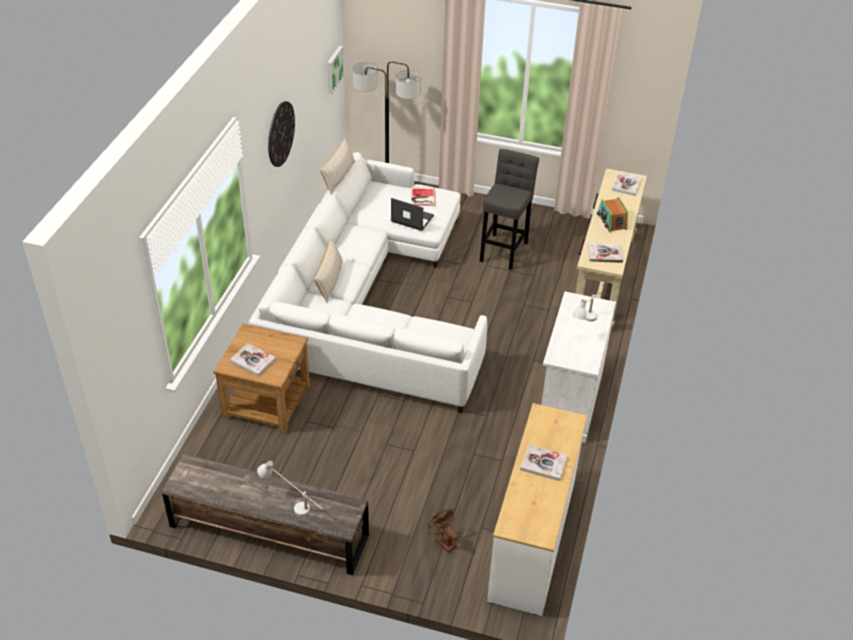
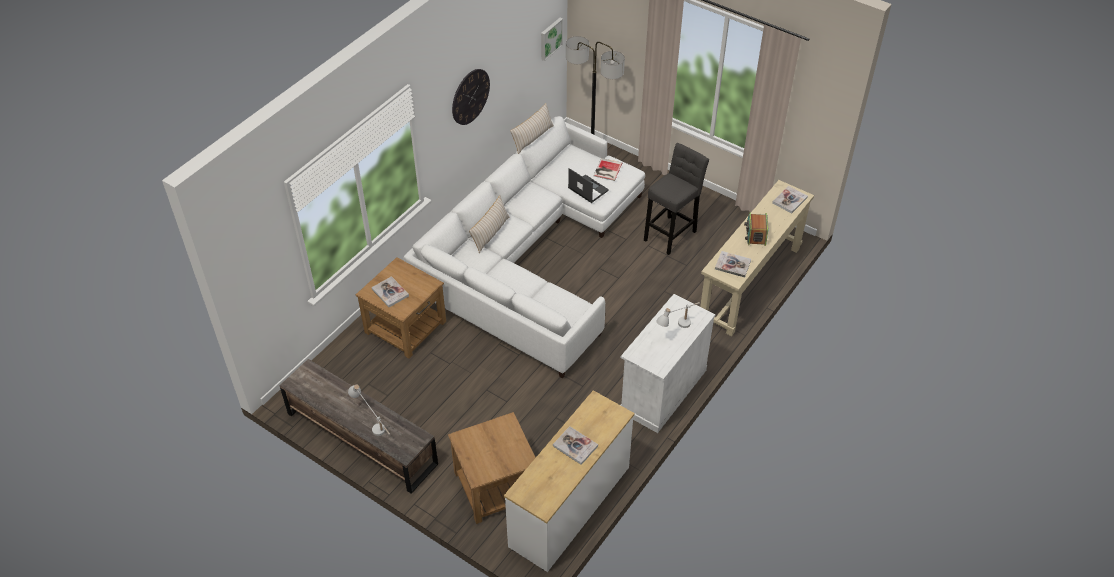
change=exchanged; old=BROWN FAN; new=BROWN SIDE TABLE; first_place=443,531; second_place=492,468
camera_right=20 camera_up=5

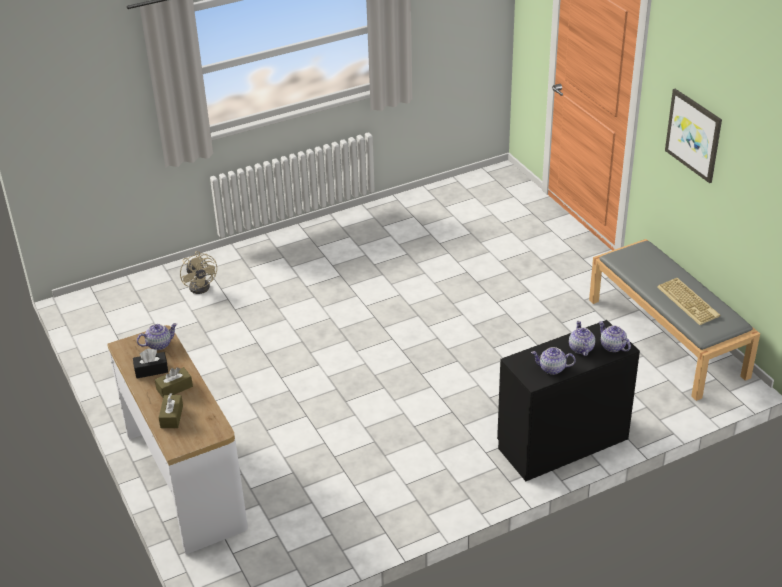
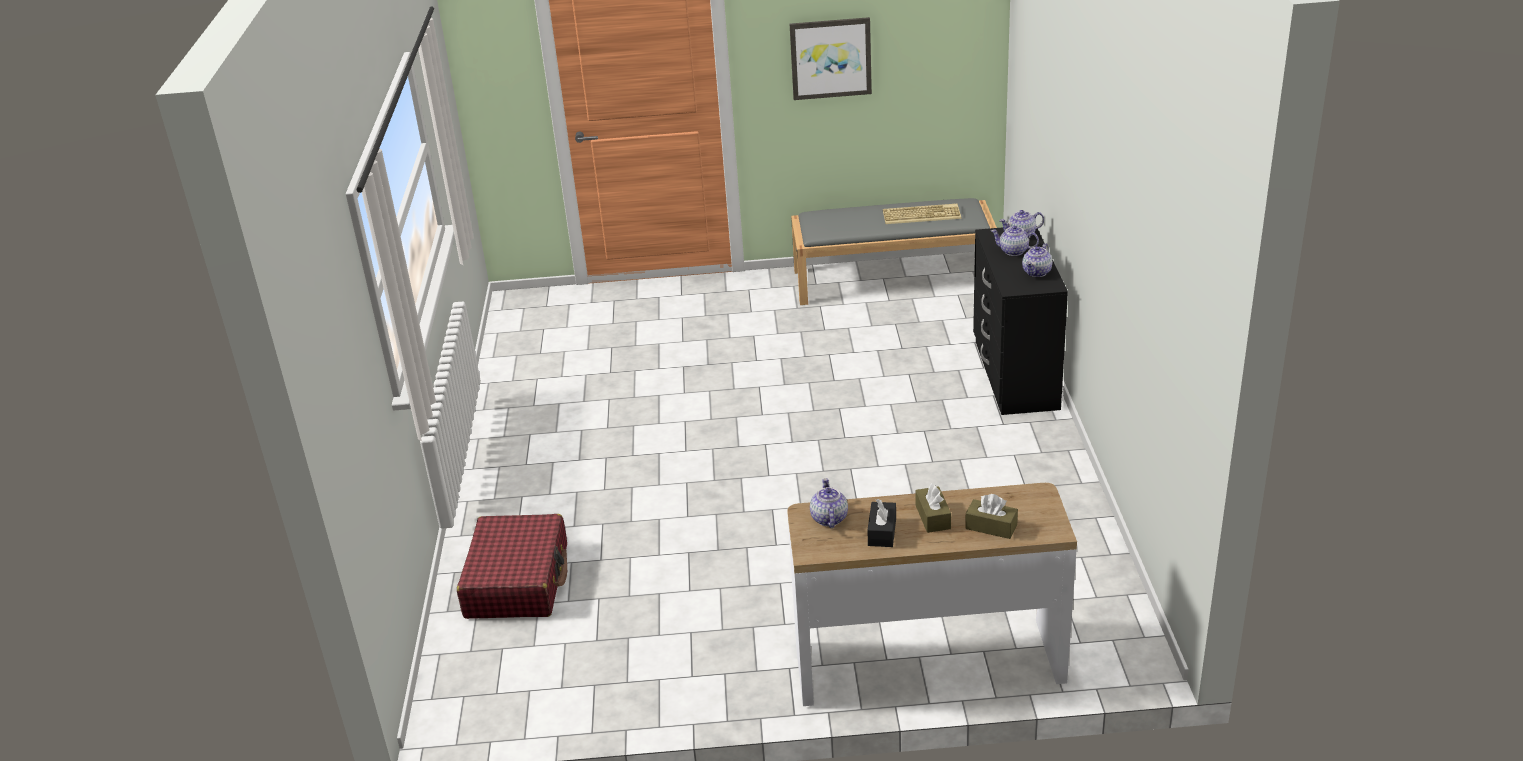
change=exchanged; old=BEIGE FAN; new=RED SUITCASE; first_place=198,272; second_place=512,566
camera_right=-65 camera_up=-5

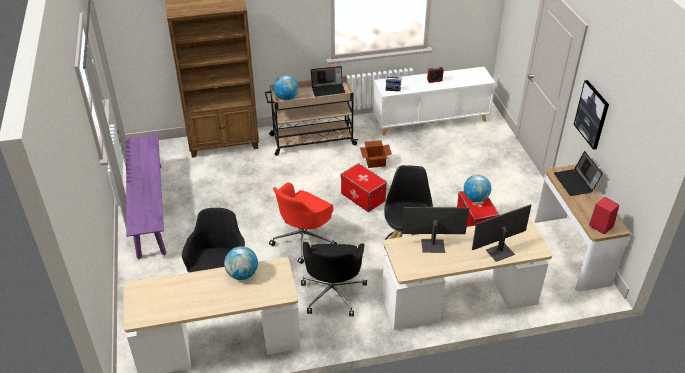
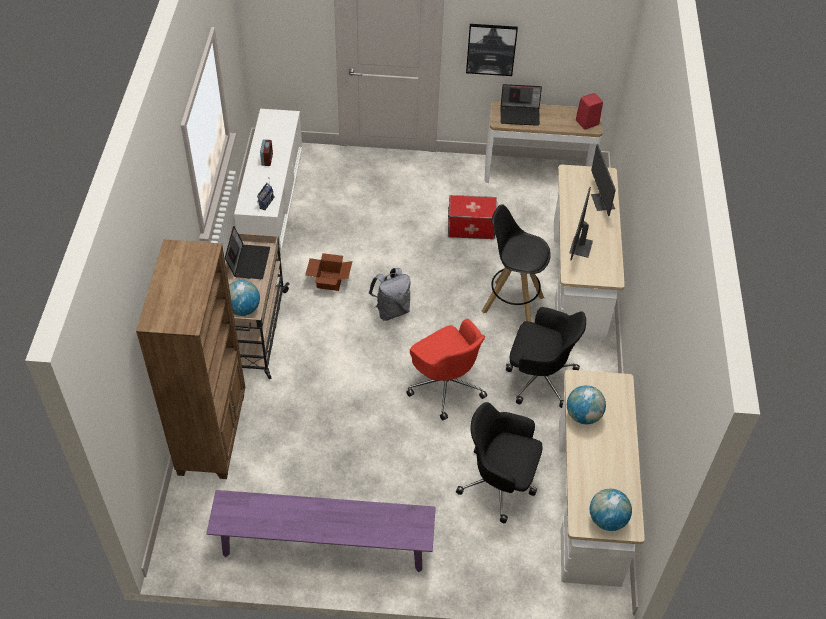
change=relocated; old=GLOBE; first_place=477,188; second_place=611,510
change=exchanged; old=STORAGE BOX; new=GREY BACKPACK; first_place=364,187; second_place=390,294
camera_right=-75 camera_up=10

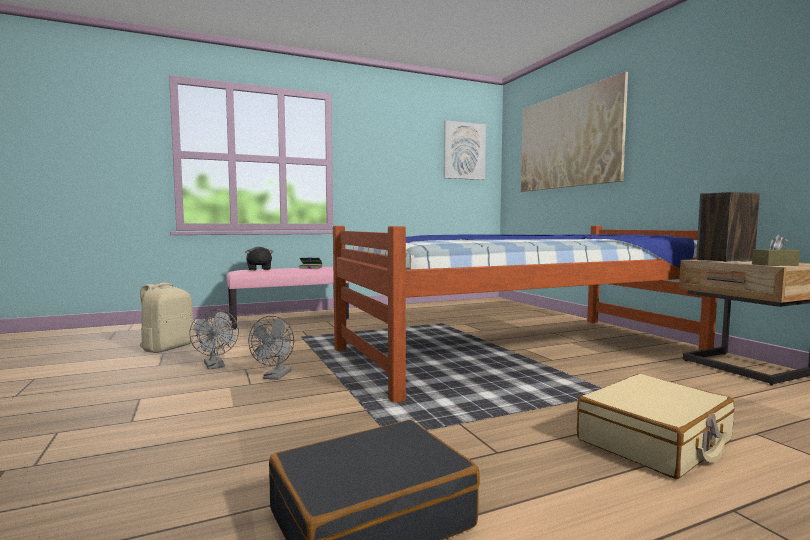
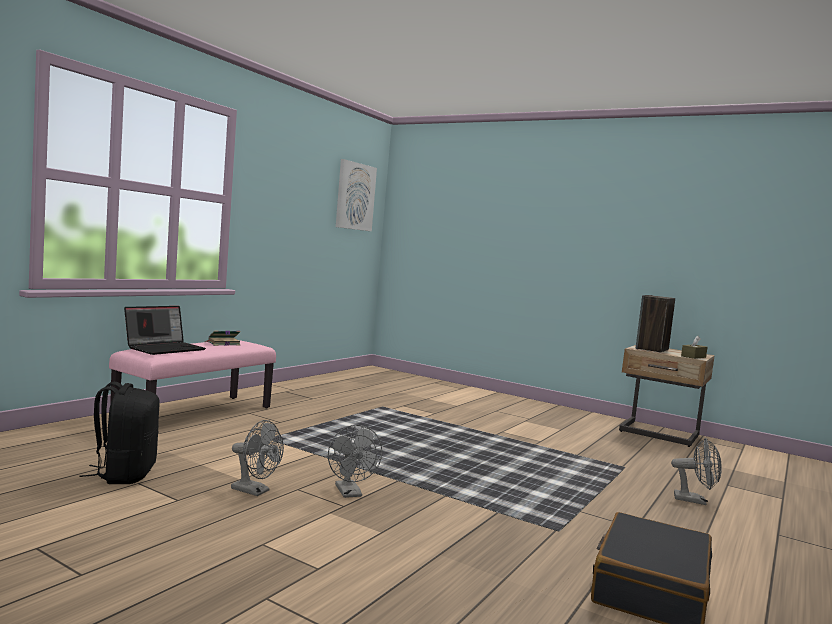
change=missing; old=BED; first_place=525,314
change=missing; old=PICTURE; first_place=574,132
change=exchanged; old=BLACK PLUSH TOY; new=LAPTOP; first_place=259,259; second_place=165,330
change=exchanged; old=BEIGE SUITCASE; new=GREY FAN; first_place=655,426; second_place=696,471
change=colour; old=BEIGE BACKPACK; new=BLACK BACKPACK; first_place=166,317; second_place=119,433
camera_right=-35 camera_up=0

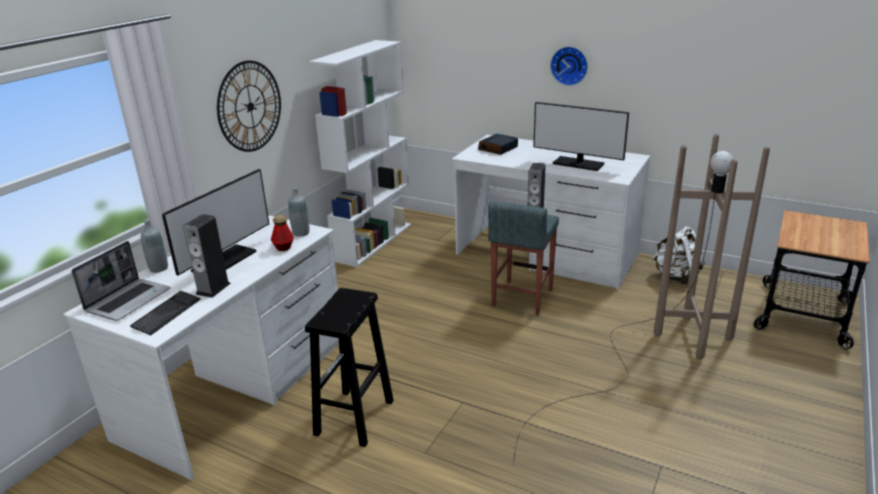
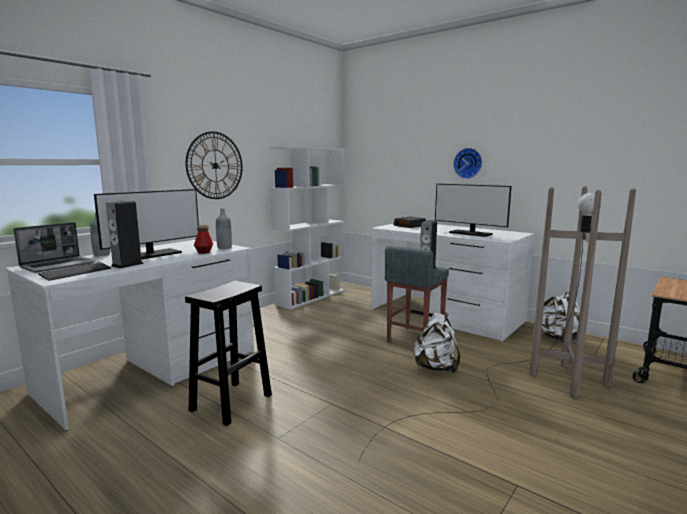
change=appeared; new=WHITE BACKPACK; second_place=436,342
camera_right=10 camera_up=-15

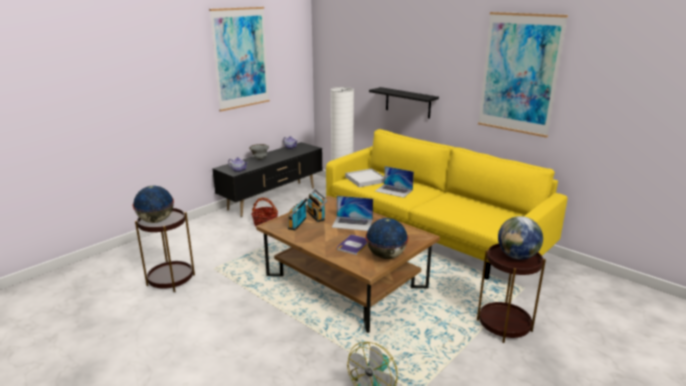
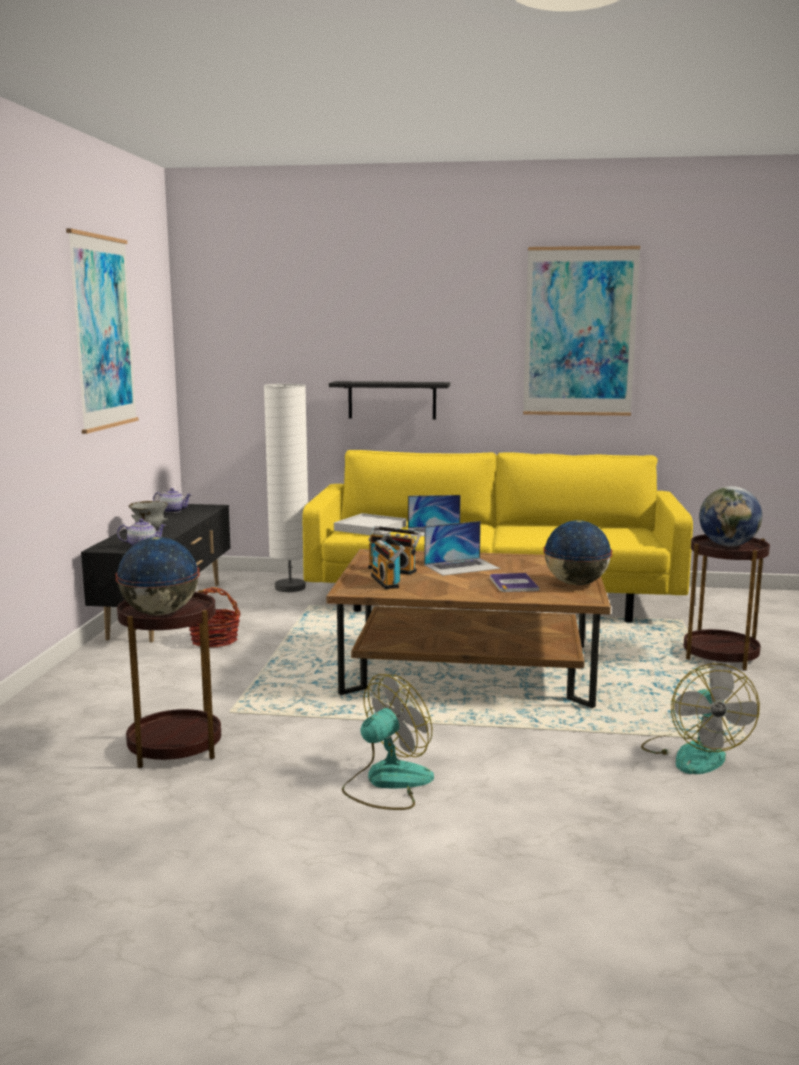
change=appeared; new=FAN; second_place=388,742
camera_right=-35 camera_up=-10

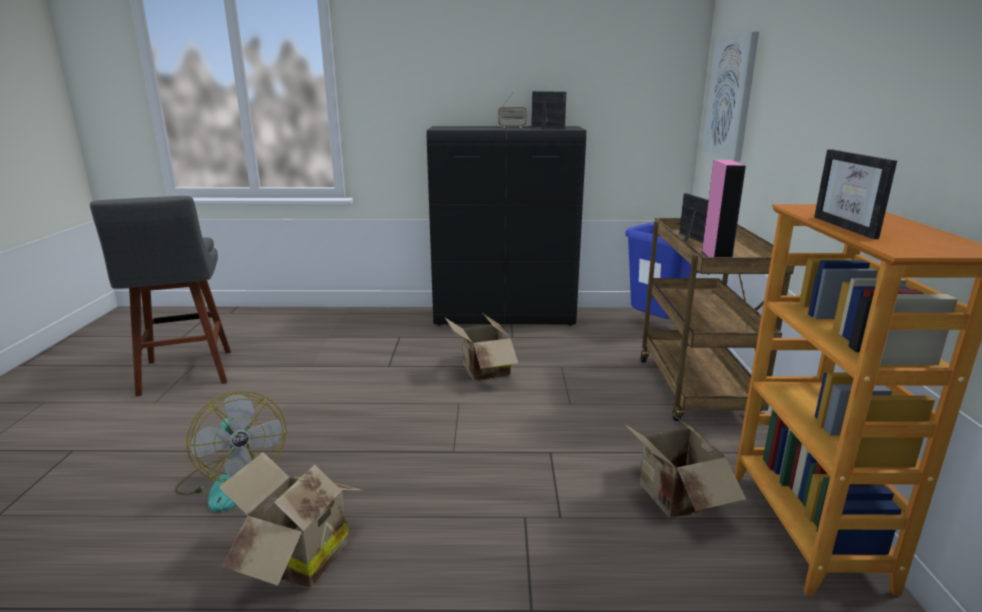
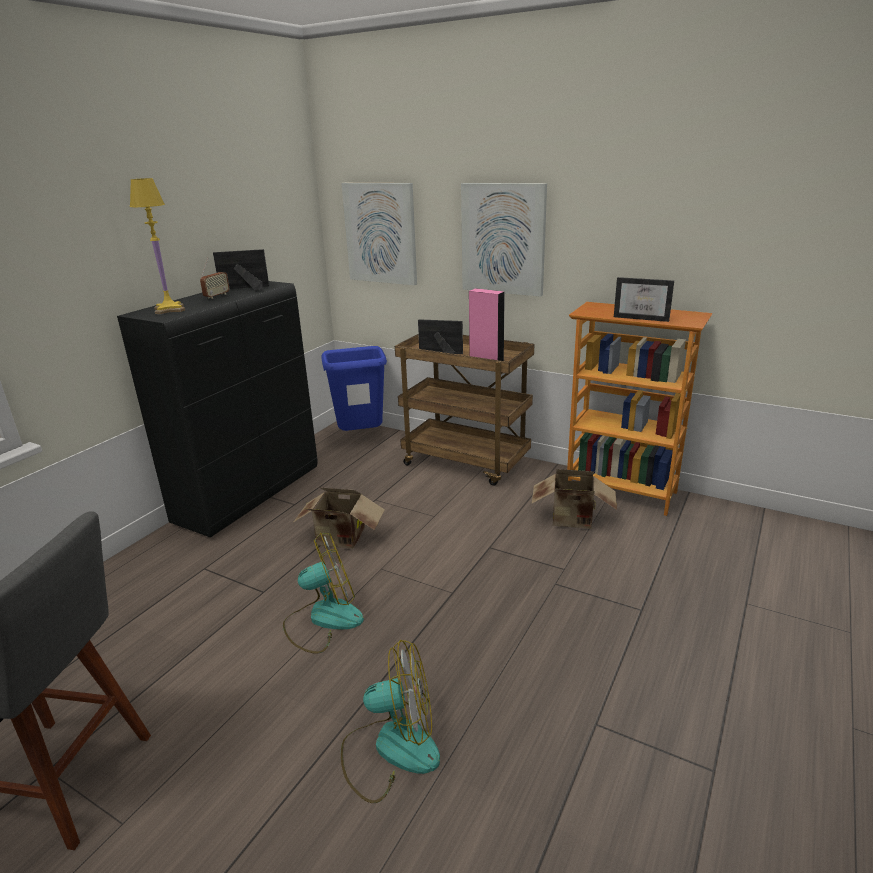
change=missing; old=CARDBOARD BOX; first_place=289,520
change=appeared; new=YELLOW TABLE LAMP; second_place=157,246
change=appeared; new=FAN; second_place=323,593
change=appeared; new=PICTURE; second_place=504,240
camera_right=-60 camera_up=5

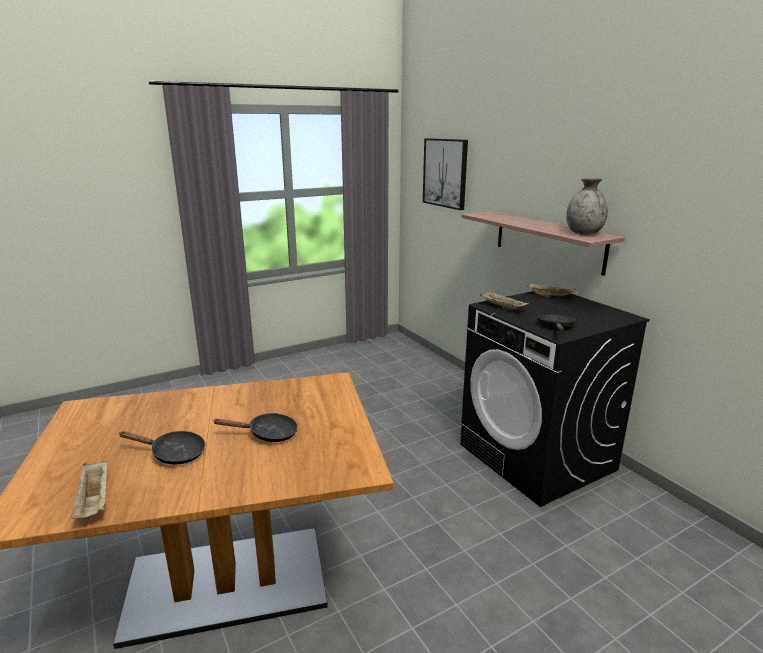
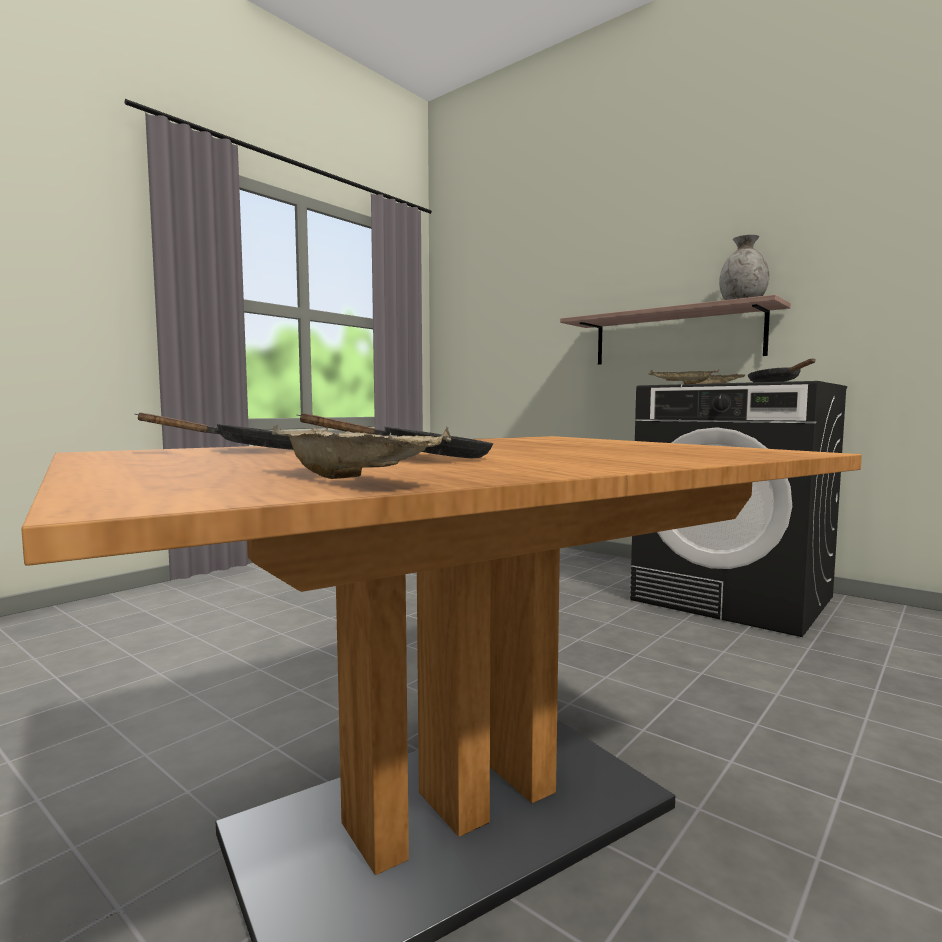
change=missing; old=PICTURE; first_place=445,174
change=relocated; old=BLACK FRYING PAN; first_place=255,427; second_place=214,431
camera_right=-20 camera_up=-15

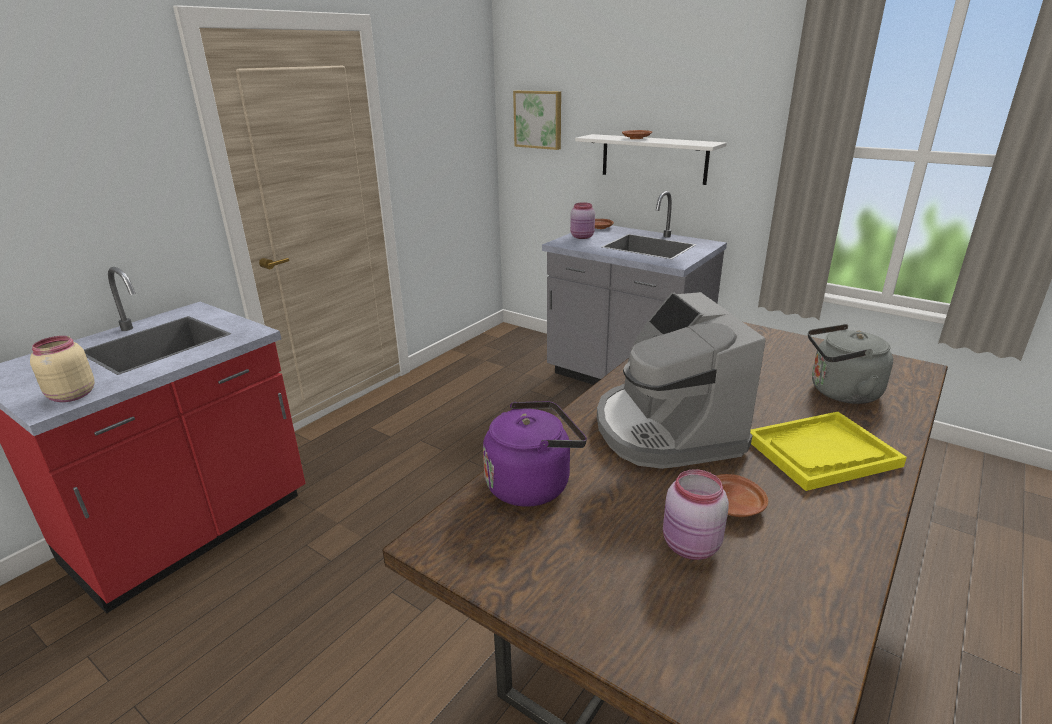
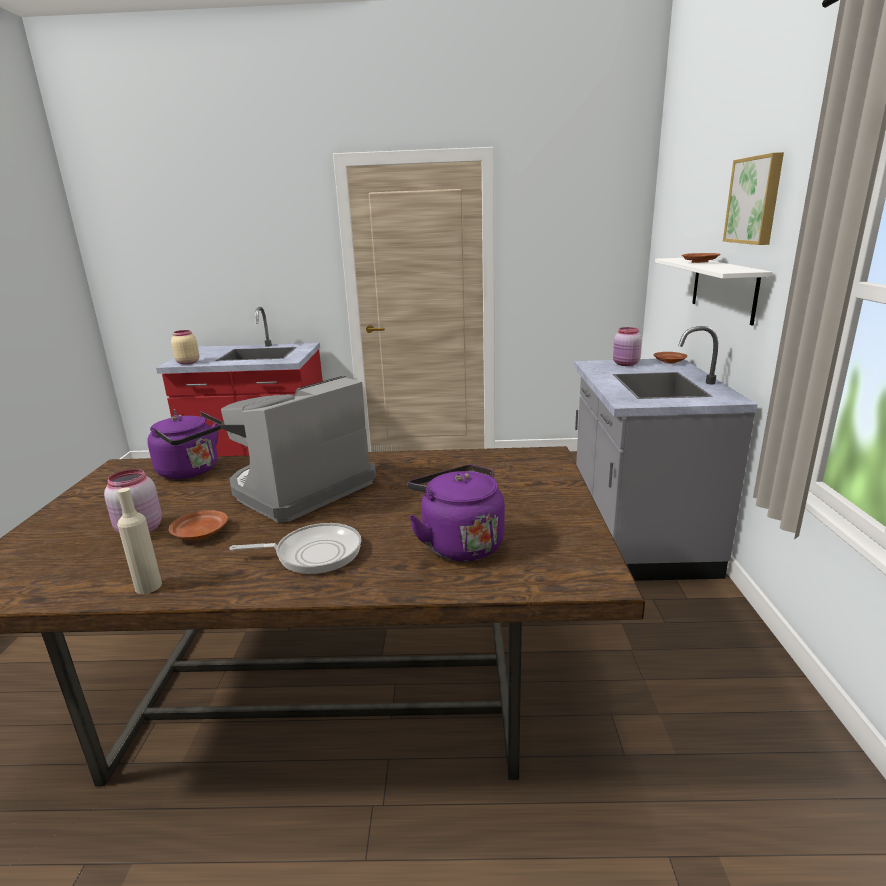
change=appeared; new=BEIGE BOTTLE; second_place=139,540
change=relocated; old=PICTURE; first_place=537,120; second_place=753,198
change=exchanged; old=YELLOW TRAY; new=FRYING PAN; first_place=828,451; second_place=295,548
change=colour; old=GREY KETTLE; new=PURPLE KETTLE; first_place=850,364; second_place=456,513
camera_right=55 camera_up=-5

